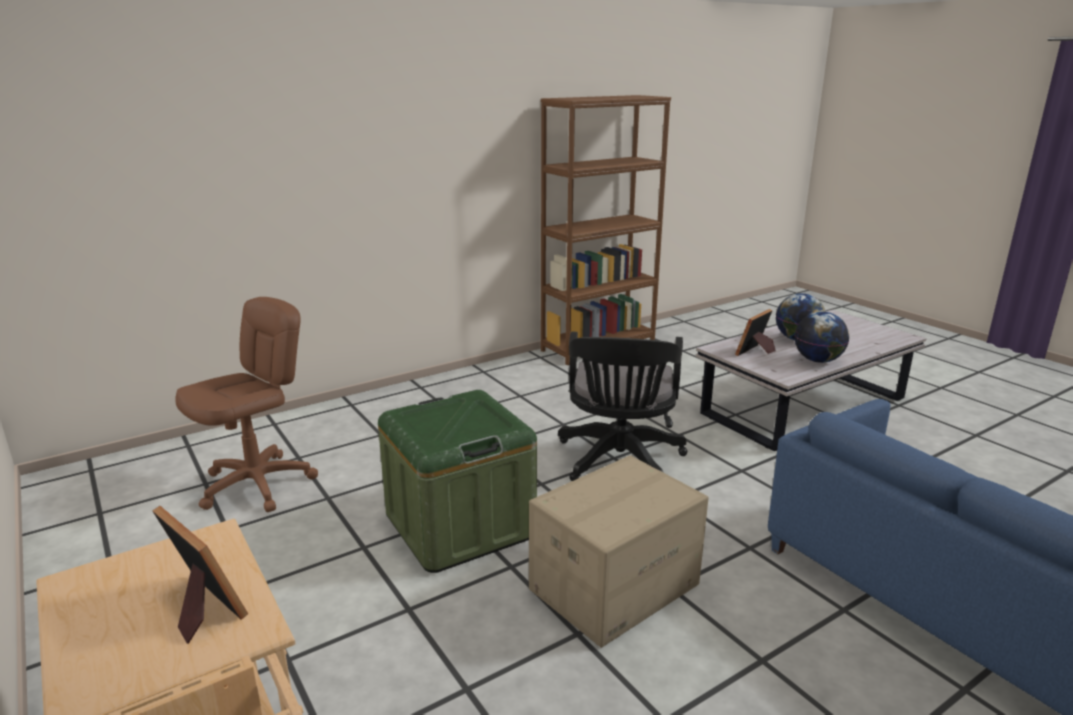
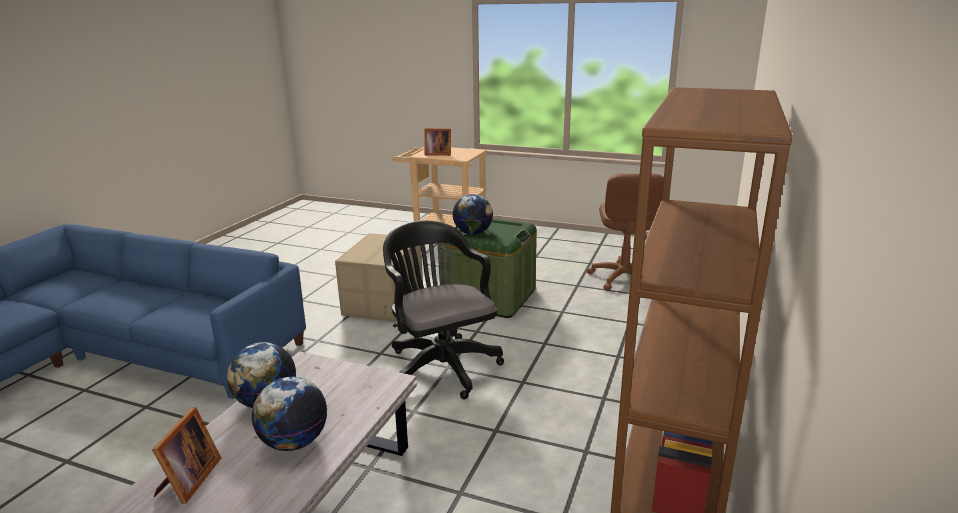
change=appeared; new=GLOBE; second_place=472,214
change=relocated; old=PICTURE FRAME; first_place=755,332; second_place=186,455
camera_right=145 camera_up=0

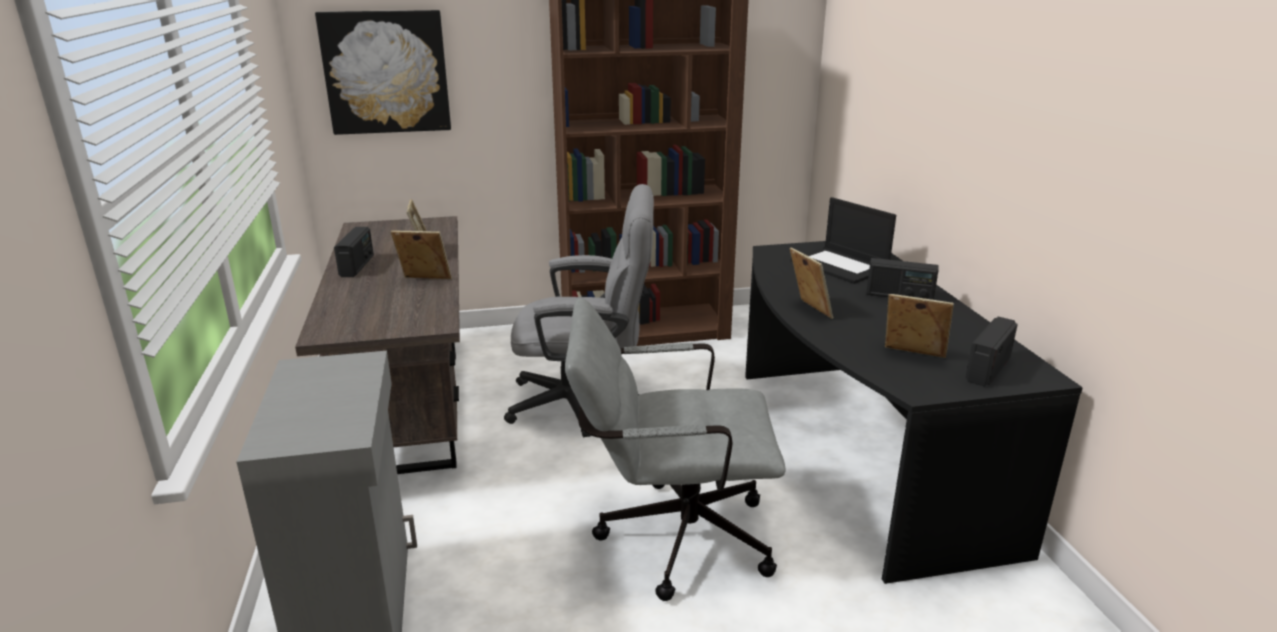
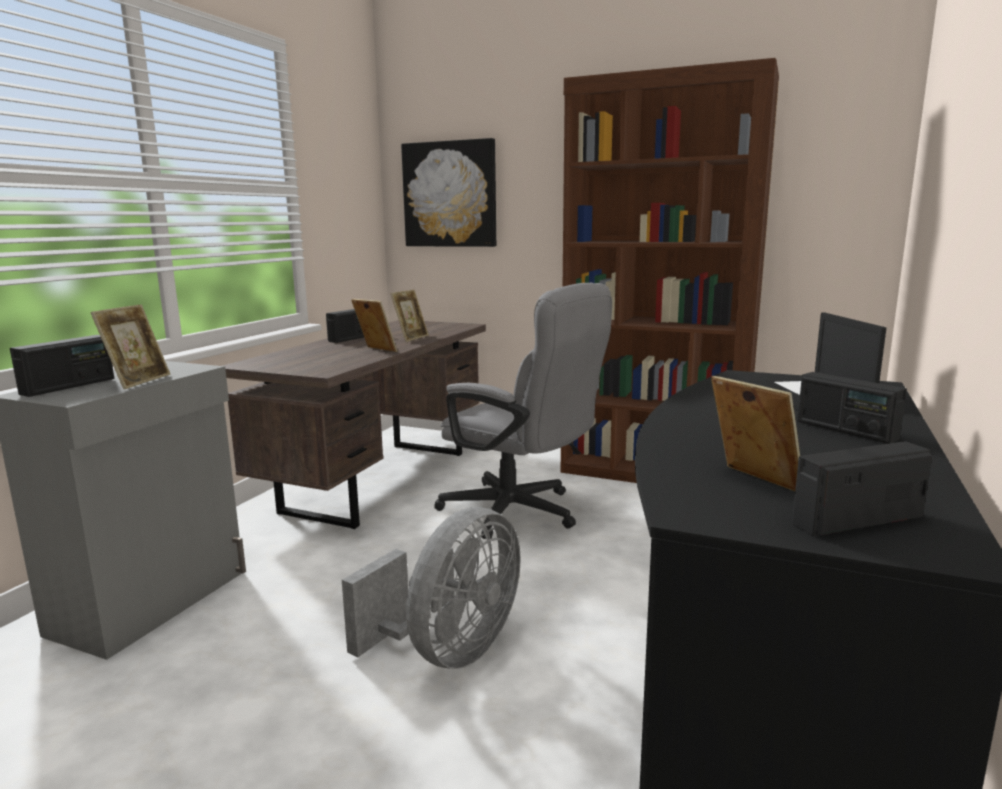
change=appeared; new=RADIO; second_place=62,366
change=relocated; old=PICTURE FRAME; first_place=811,283; second_place=131,346
change=exchanged; old=GREY OFFICE CHAIR; new=GREY FAN; first_place=675,449; second_place=431,588
camera_right=35 camera_up=-10

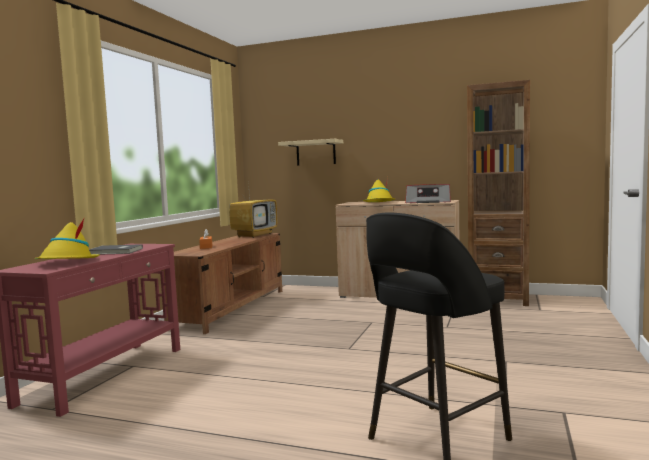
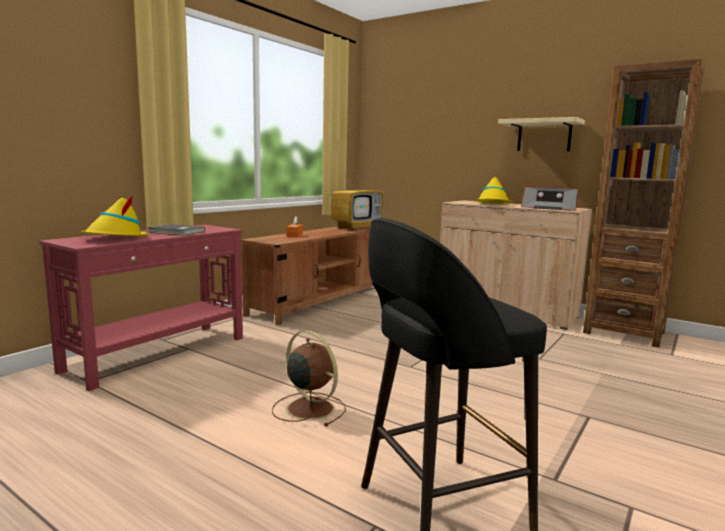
change=appeared; new=BROWN FAN; second_place=309,378
change=relocated; old=BEIGE SHELF; first_place=310,152; second_place=541,134
camera_right=15 camera_up=5

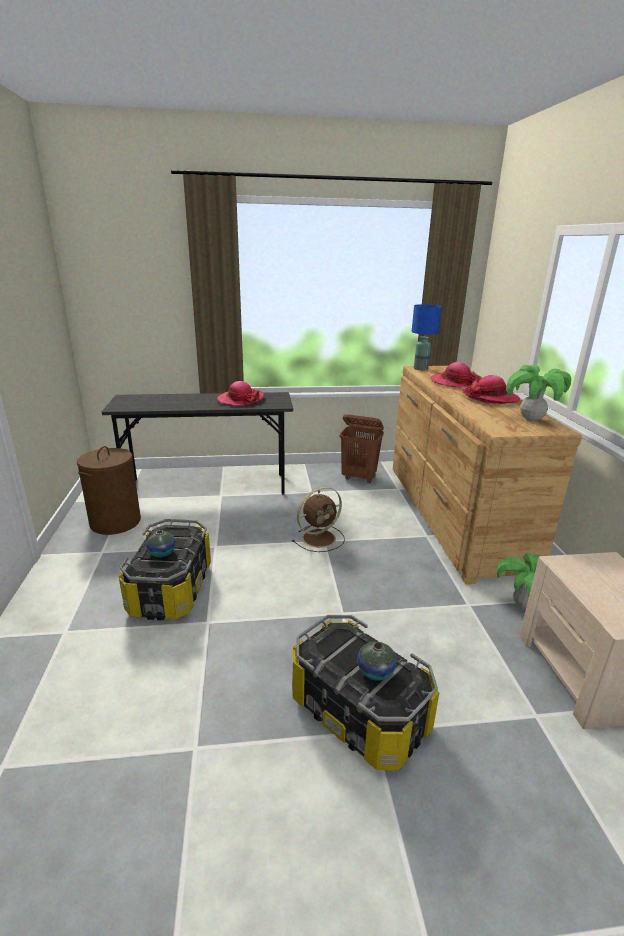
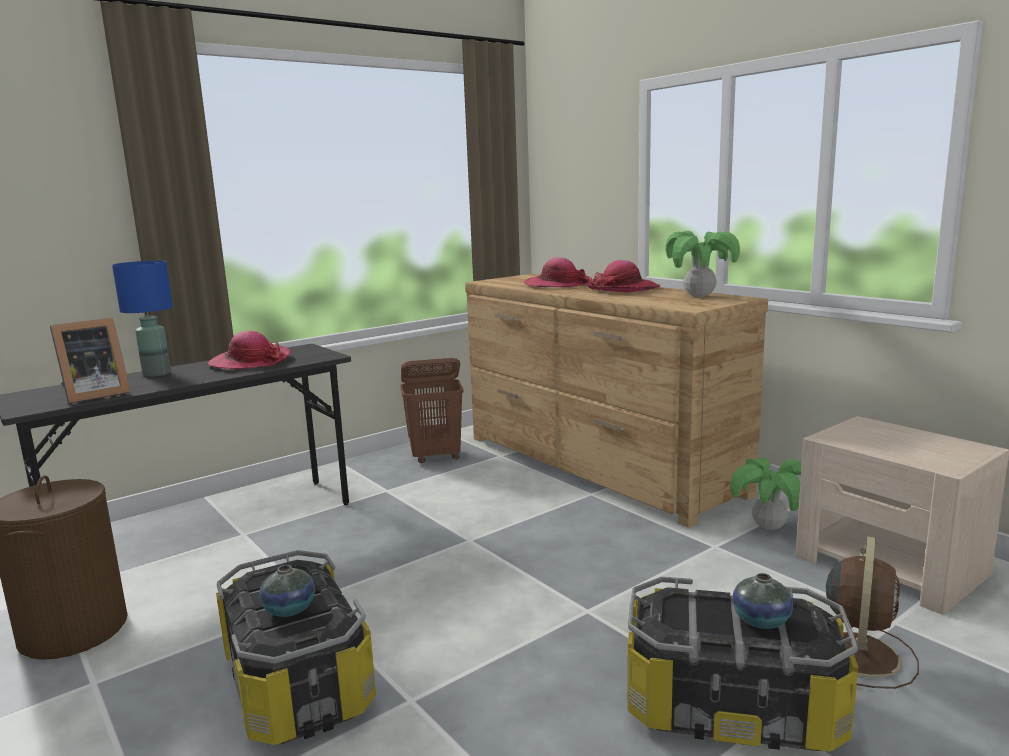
change=appeared; new=PICTURE FRAME; second_place=90,361
change=relocated; old=BROWN FAN; first_place=318,519; second_place=872,612
change=relocated; old=BLUE TABLE LAMP; first_place=426,337; second_place=142,318
camera_right=-30 camera_up=-10

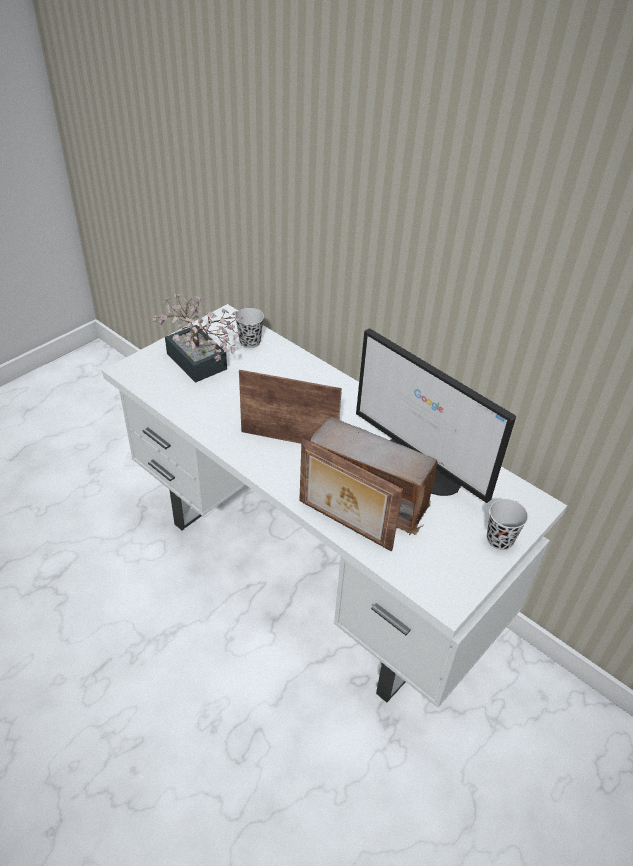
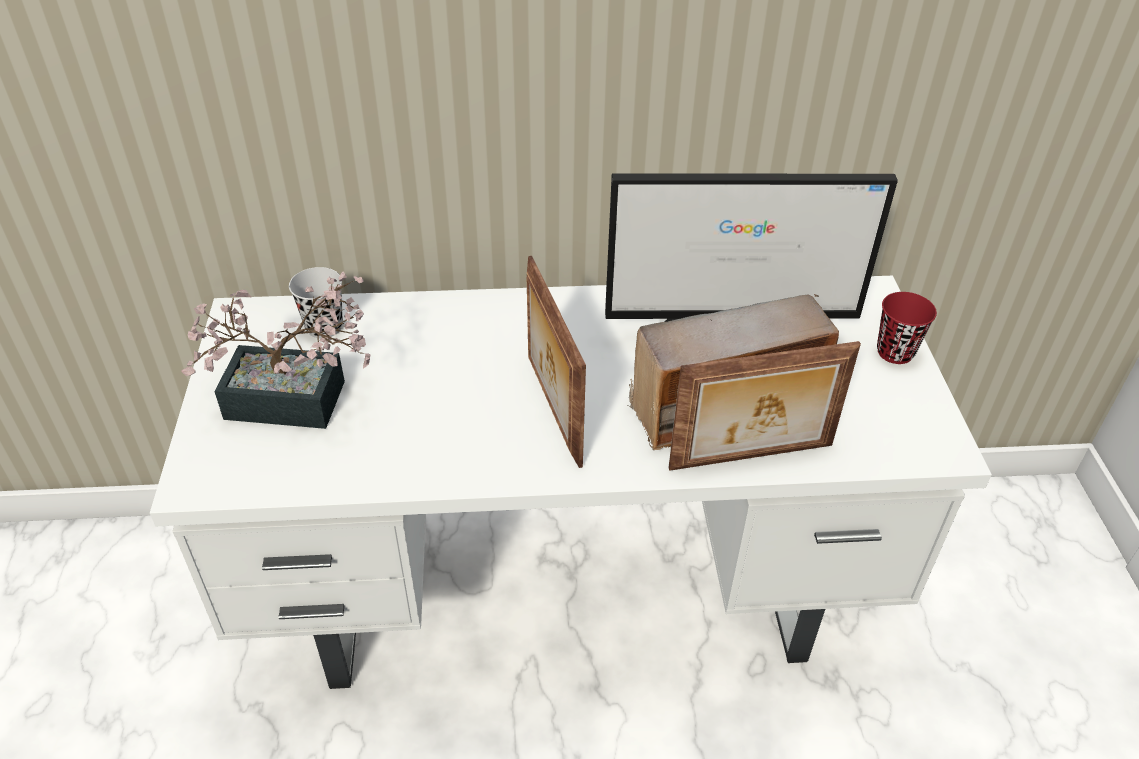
change=colour; old=BLACK CUP; new=RED CUP; first_place=507,524; second_place=907,328
change=spun; old=PICTURE FRAME; first_place=290,407; second_place=556,362; degrees=-75
camera_right=-45 camera_up=0

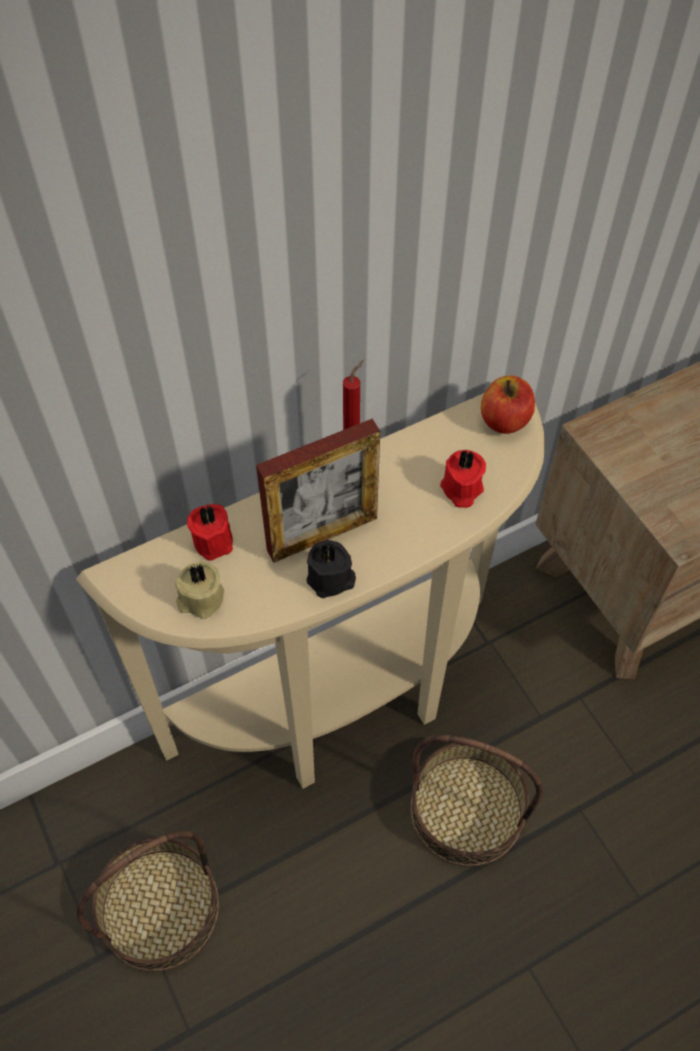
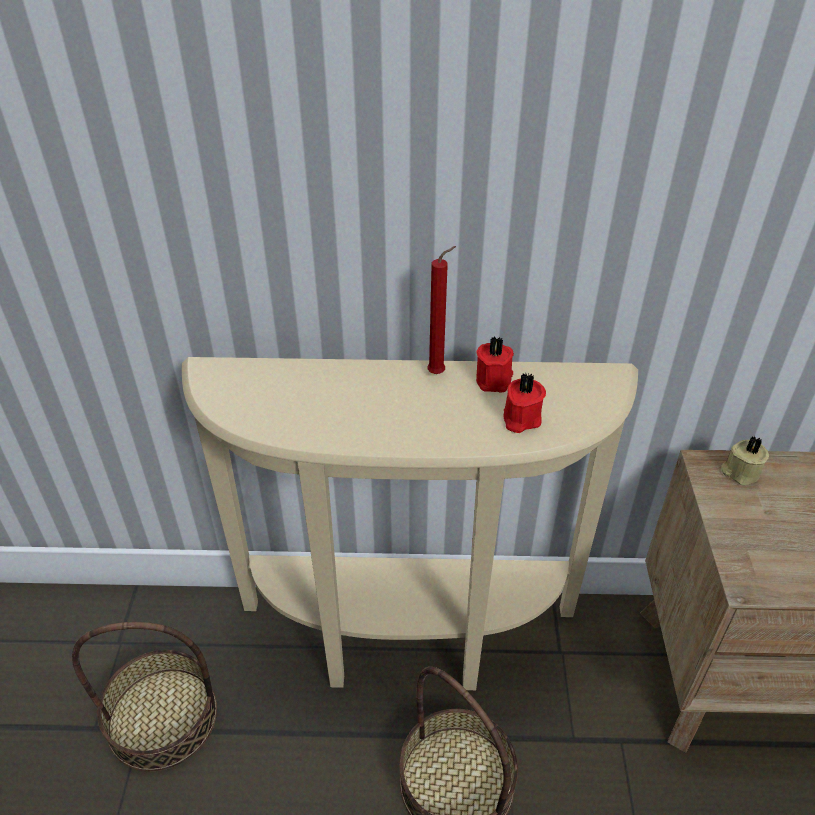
change=missing; old=PICTURE FRAME; first_place=318,491
change=missing; old=BLACK CANDLE; first_place=331,569
change=missing; old=APPLE; first_place=508,405
change=relocated; old=BEIGE CANDLE; first_place=199,590; second_place=745,460
change=relocated; old=RED CANDLE; first_place=210,532; second_place=495,364
camera_right=30 camera_up=-15

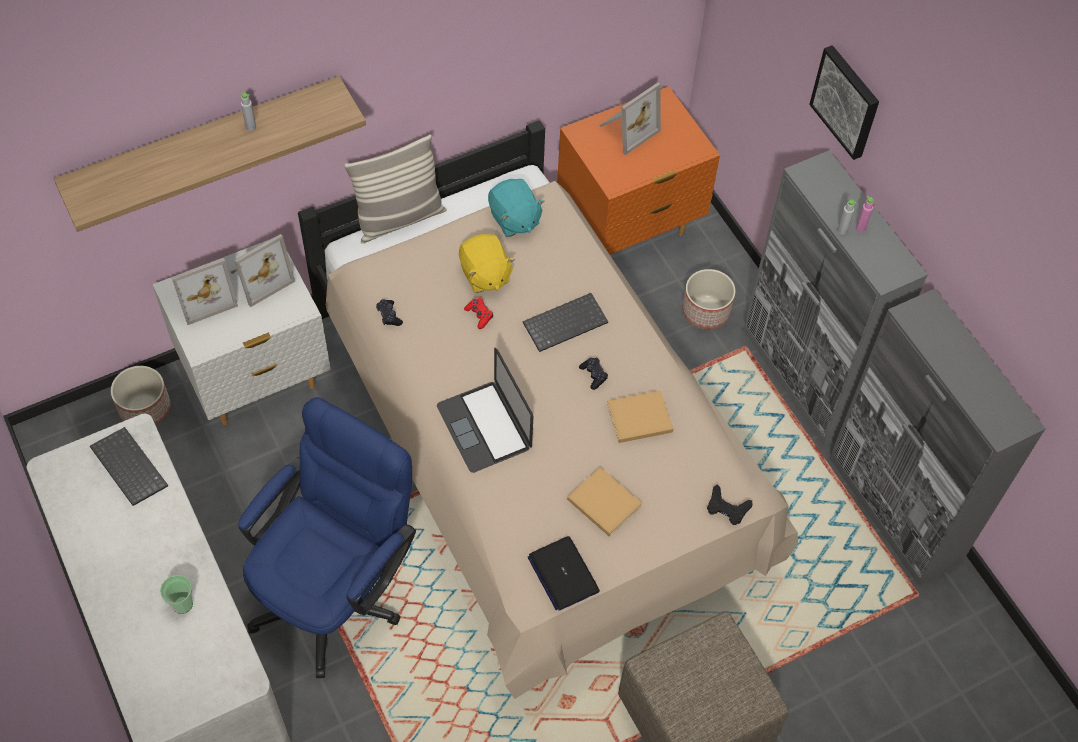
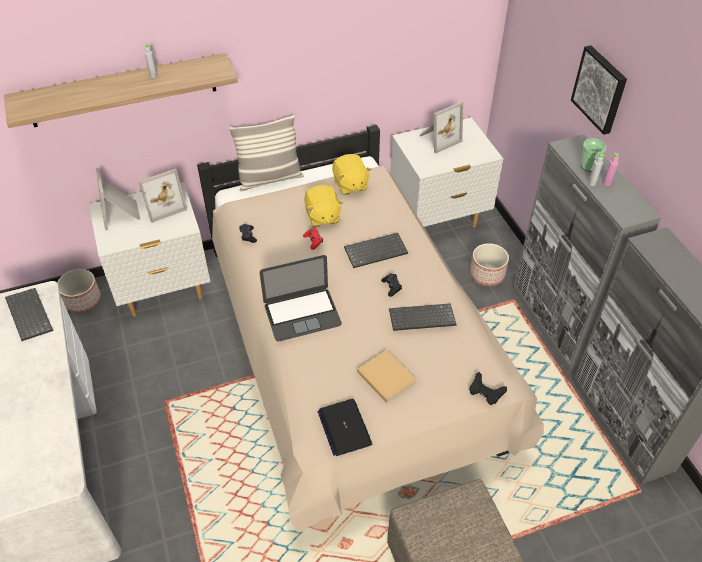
change=missing; old=BLUE OFFICE CHAIR; first_place=327,537
change=relocated; old=CUP; first_place=176,594; second_place=593,155
change=exchanged; old=BEIGE BOOK; new=KEYBOARD; first_place=640,416; second_place=423,317
change=colour; old=TURQUOISE PLUSH TOY; new=YELLOW PLUSH TOY; first_place=516,208; second_place=351,174
change=colour; old=ORANGE NIGHTSTAND; new=WHITE NIGHTSTAND; first_place=638,170; second_place=446,172
change=spun; old=PICTURE FRAME; first_place=205,291; second_place=118,199; degrees=90
change=spun; old=LAPTOP; first_place=485,410; second_place=301,298; degrees=-90
camera_right=10 camera_up=-10

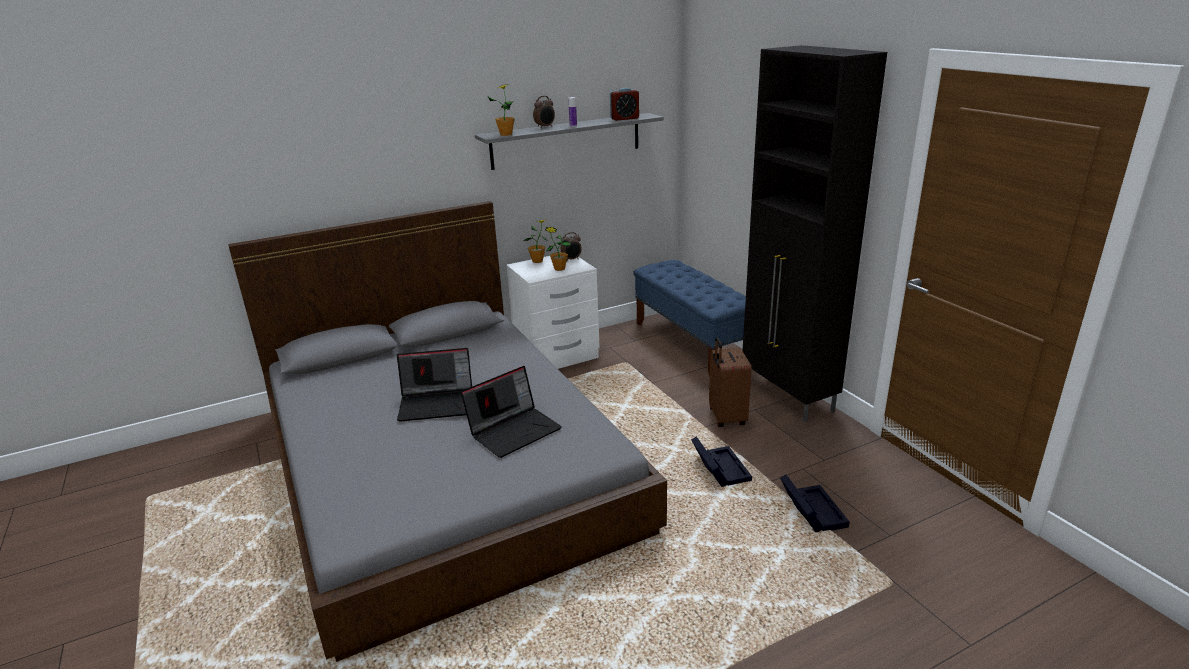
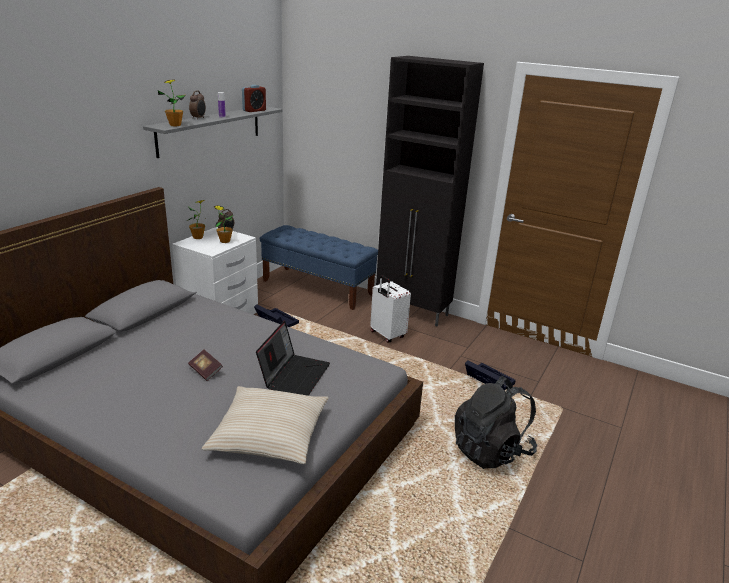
change=appeared; new=BEIGE PILLOW; second_place=265,425
change=appeared; new=BLACK BACKPACK; second_place=496,422
change=relocated; old=BLACK STORAGE BOX; first_place=721,461; second_place=276,315
change=exchanged; old=LAPTOP; new=BOOK; first_place=434,385; second_place=205,365
change=colour; old=BROWN SUITCASE; new=WHITE SUITCASE; first_place=730,382; second_place=390,309
camera_right=-35 camera_up=0

